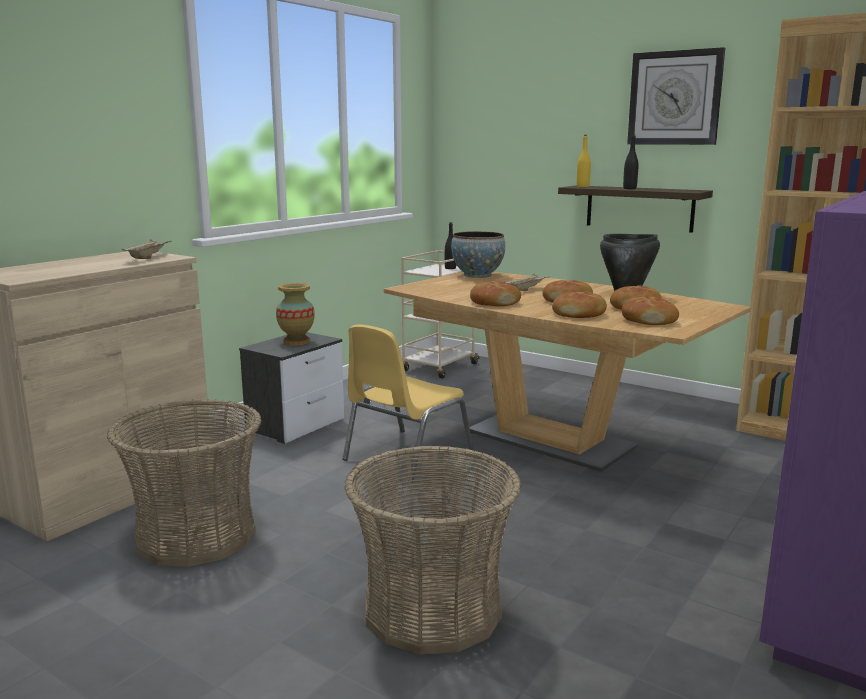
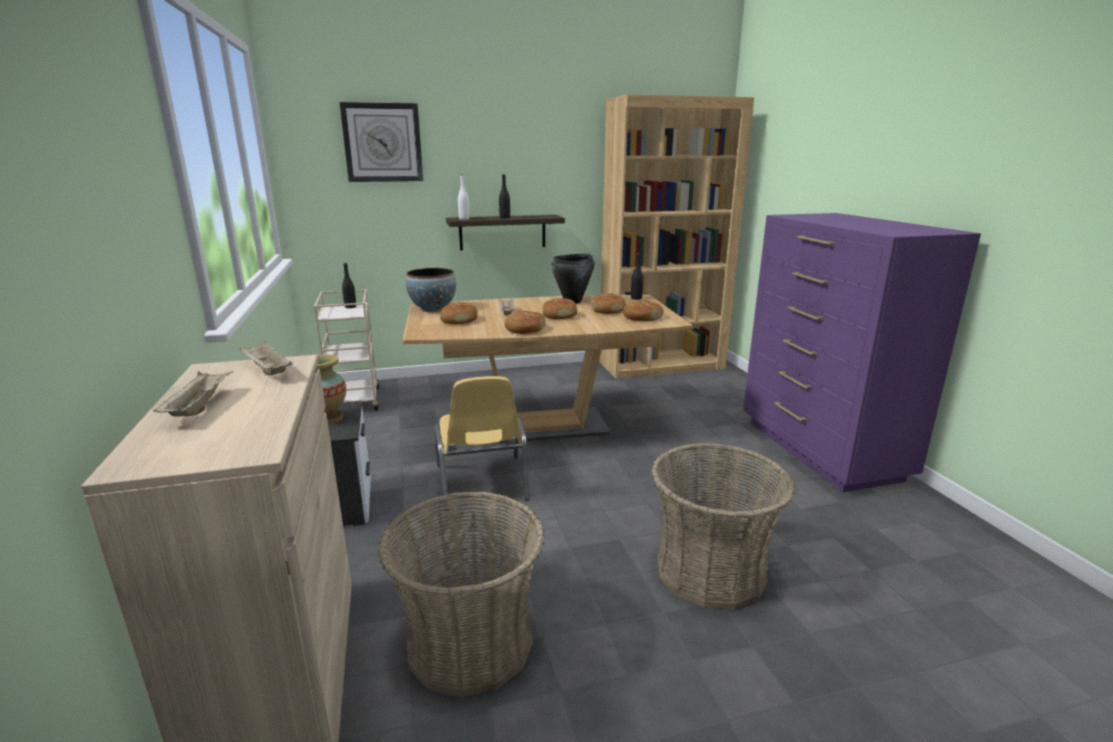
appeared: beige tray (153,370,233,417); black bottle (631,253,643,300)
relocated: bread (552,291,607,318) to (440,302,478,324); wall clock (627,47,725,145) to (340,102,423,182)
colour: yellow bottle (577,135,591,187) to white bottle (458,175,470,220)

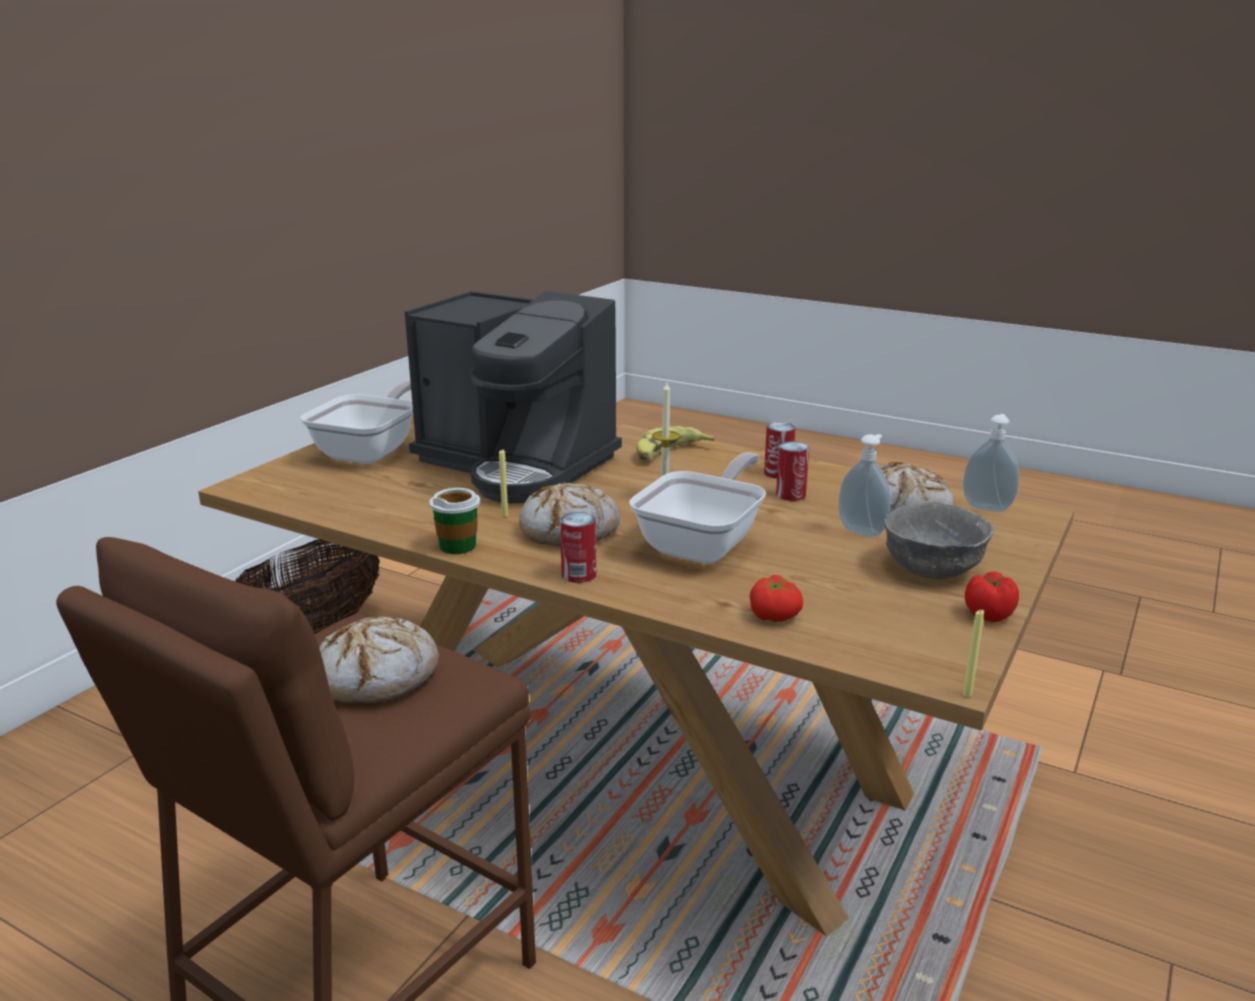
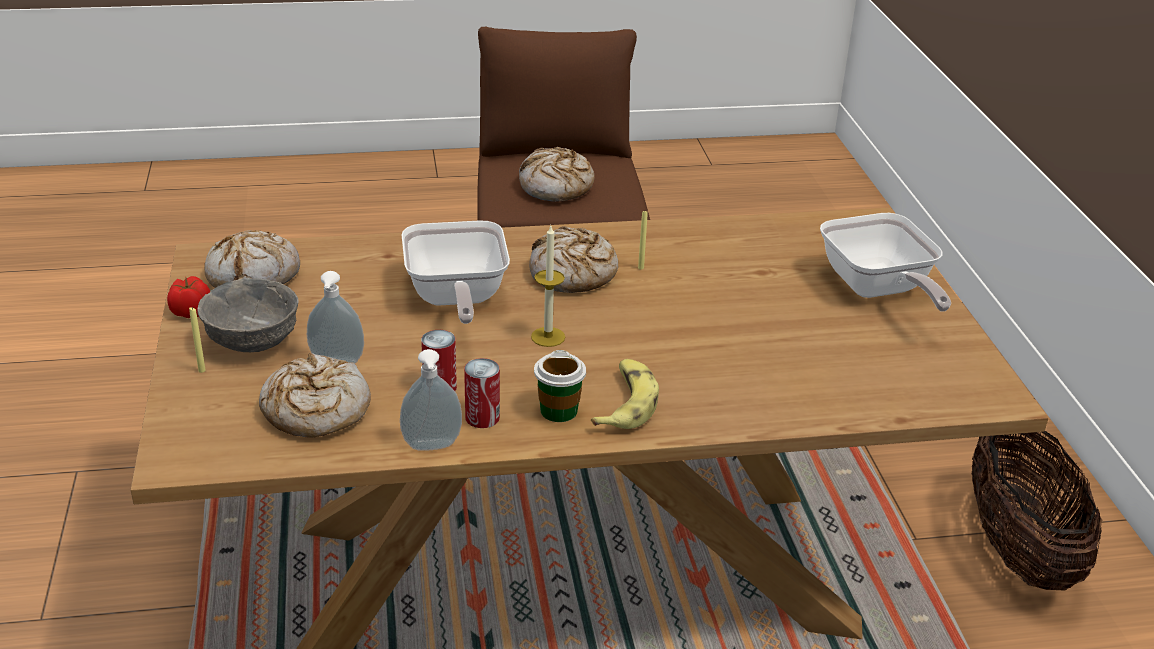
missing: coffee machine (405,291,622,503); can (560,512,596,583); tomato (750,575,803,622)
appeared: bread (204,230,300,288)
relocated: cup (429,488,480,554) to (534,350,586,422); soap dispenser (963,414,1019,512) to (400,349,462,451); yellow candle (963,609,984,697) to (189,307,206,373)

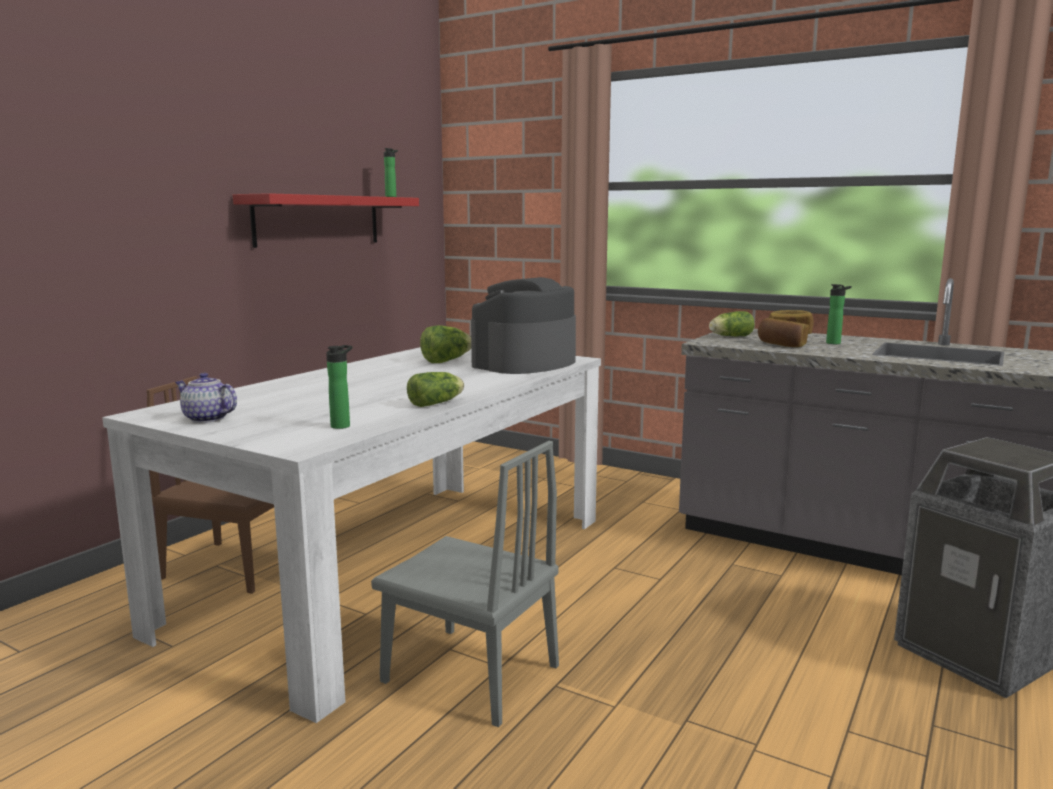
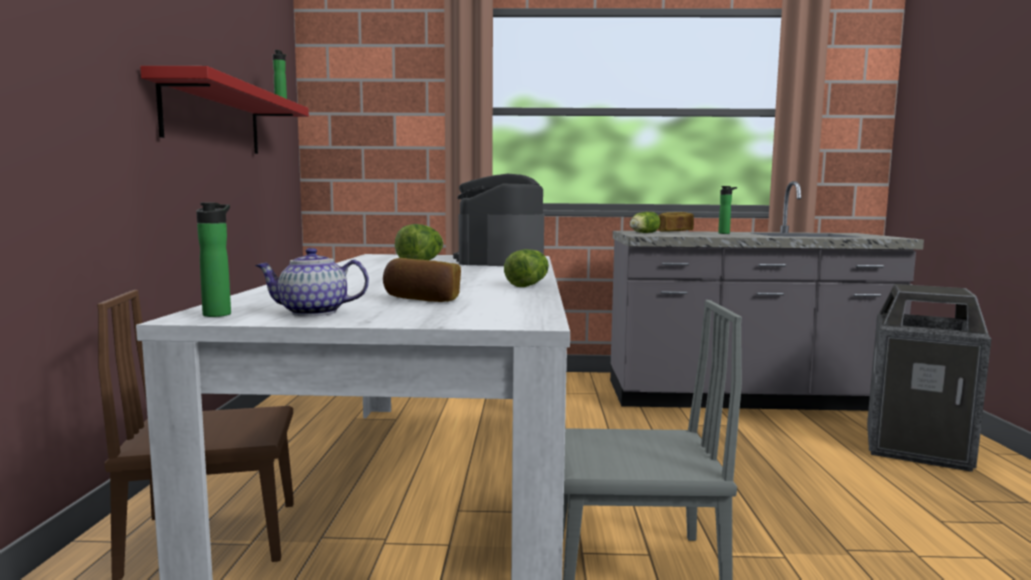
relocated: bottle (326,345,352,429) to (196,203,231,317); bread (758,318,809,347) to (383,258,461,302)

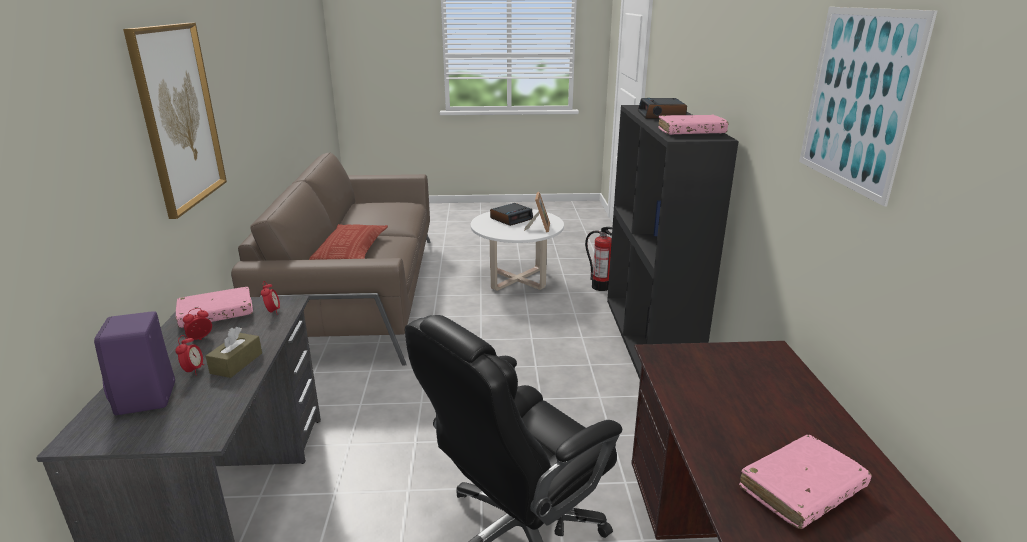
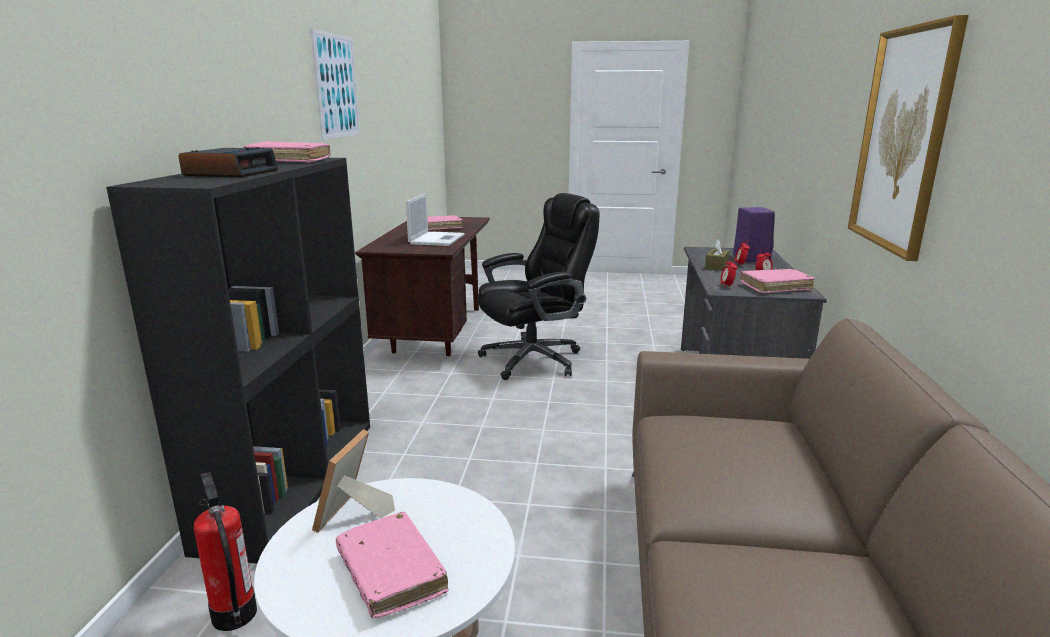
missing: pillow (309,224,388,260)
appeared: laptop (406,193,465,246)
exchanged: alarm clock (490,203,533,226) to pink book (336,512,449,618)

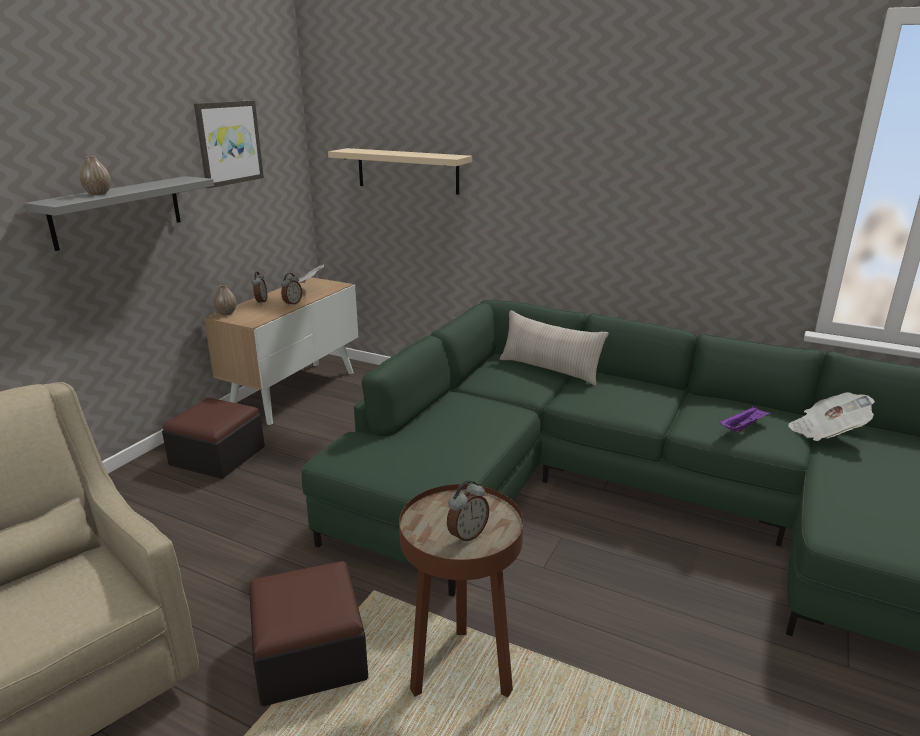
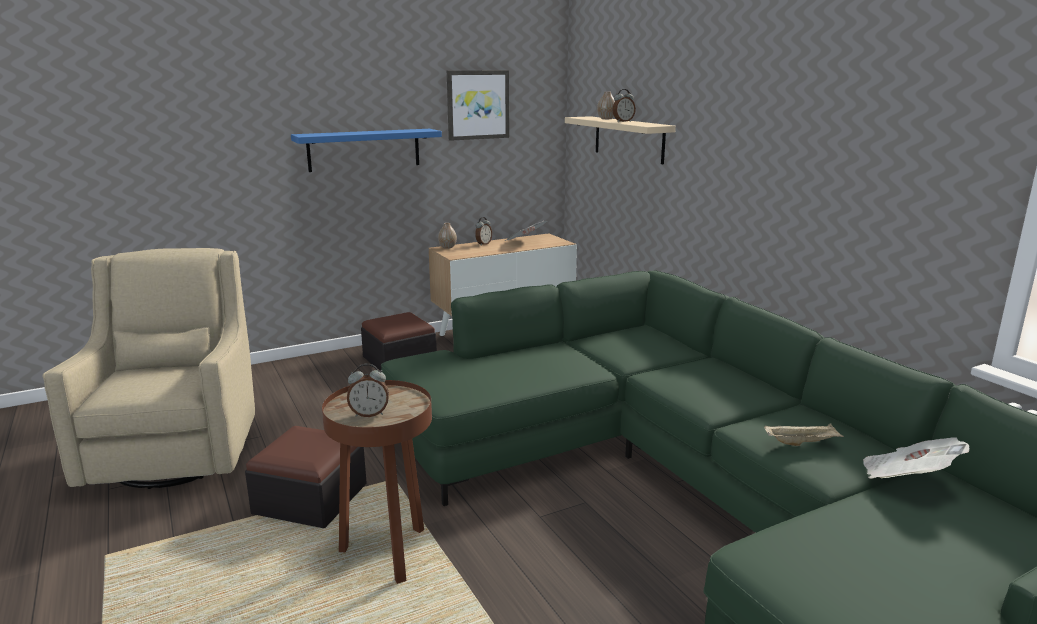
missing: beige pillow (500,310,609,385)
relocated: vase (79,156,111,195) to (597,92,615,119); alarm clock (281,273,302,306) to (613,89,636,122)
colour: grey shelf (24,176,214,251) to blue shelf (291,129,442,172); purple tray (719,405,771,432) to beige tray (764,423,844,446)

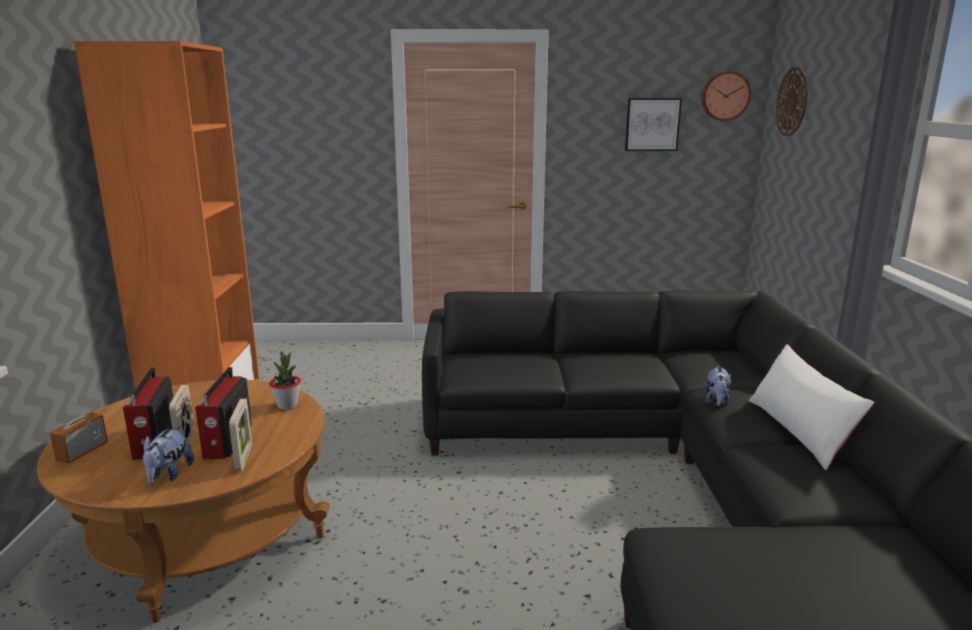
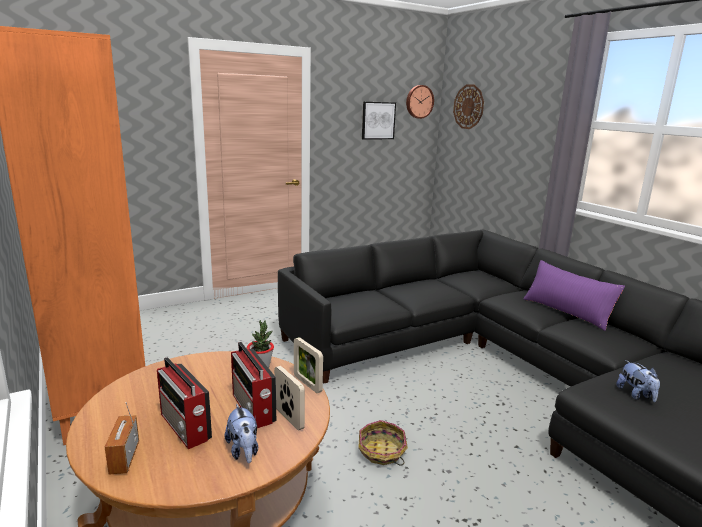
appeared: basket (358,420,408,466)
relocated: picture frame (169,385,195,446) to (294,337,323,393); plush toy (704,366,731,406) to (617,360,660,402)
colour: white pillow (749,344,875,470) to purple pillow (523,260,625,331)

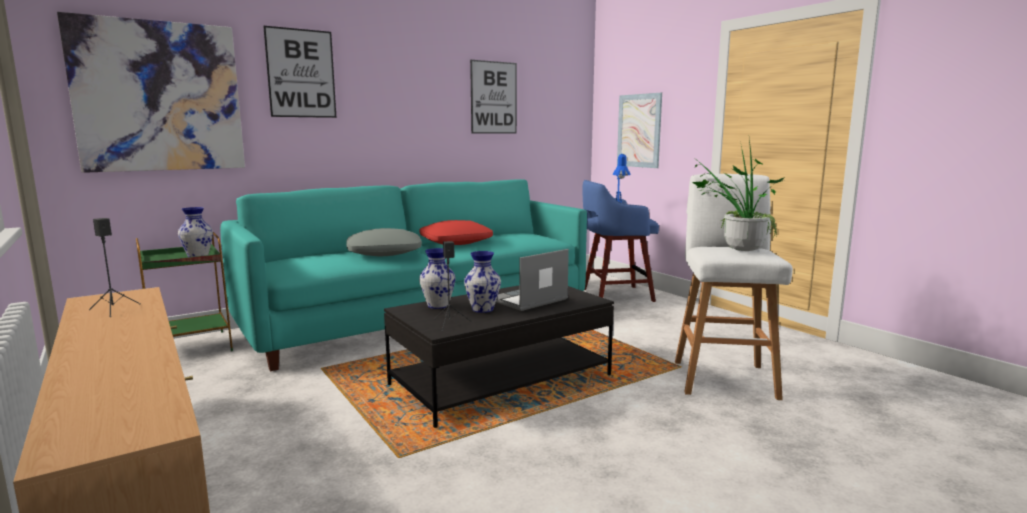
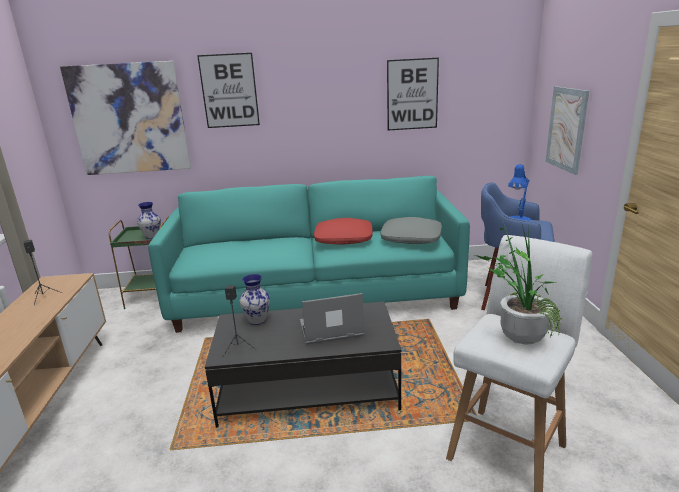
missing: vase (464,251,501,313)
relocated: grey pillow (346,228,422,256) to (380,217,442,244)

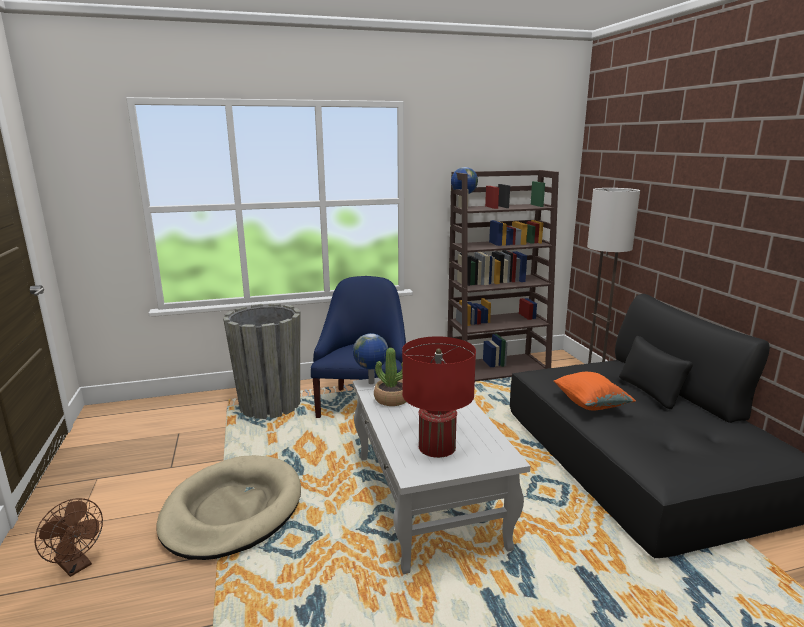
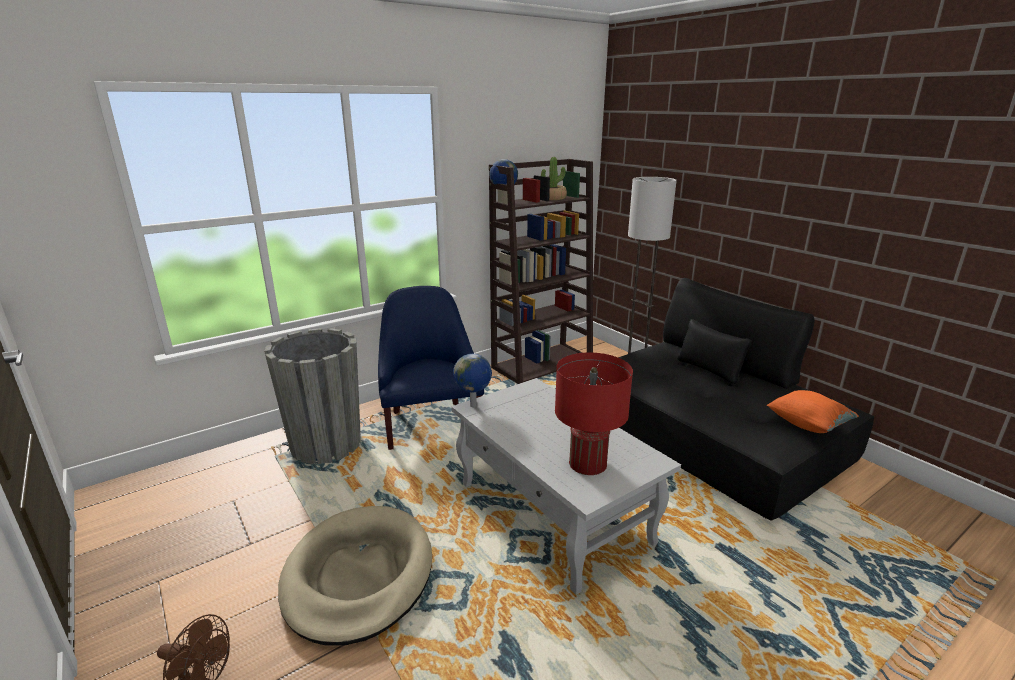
relocated: potted plant (374,348,406,406) to (541,157,567,200); orange pillow (554,372,636,410) to (767,390,859,433)

